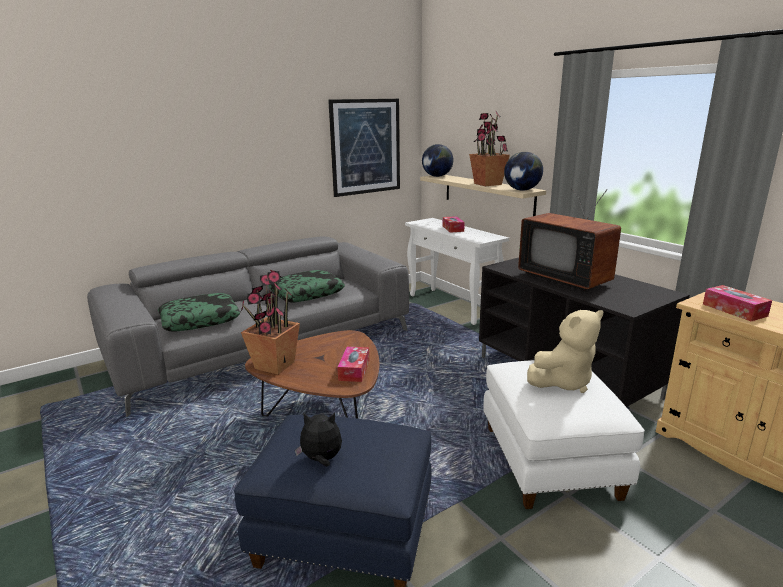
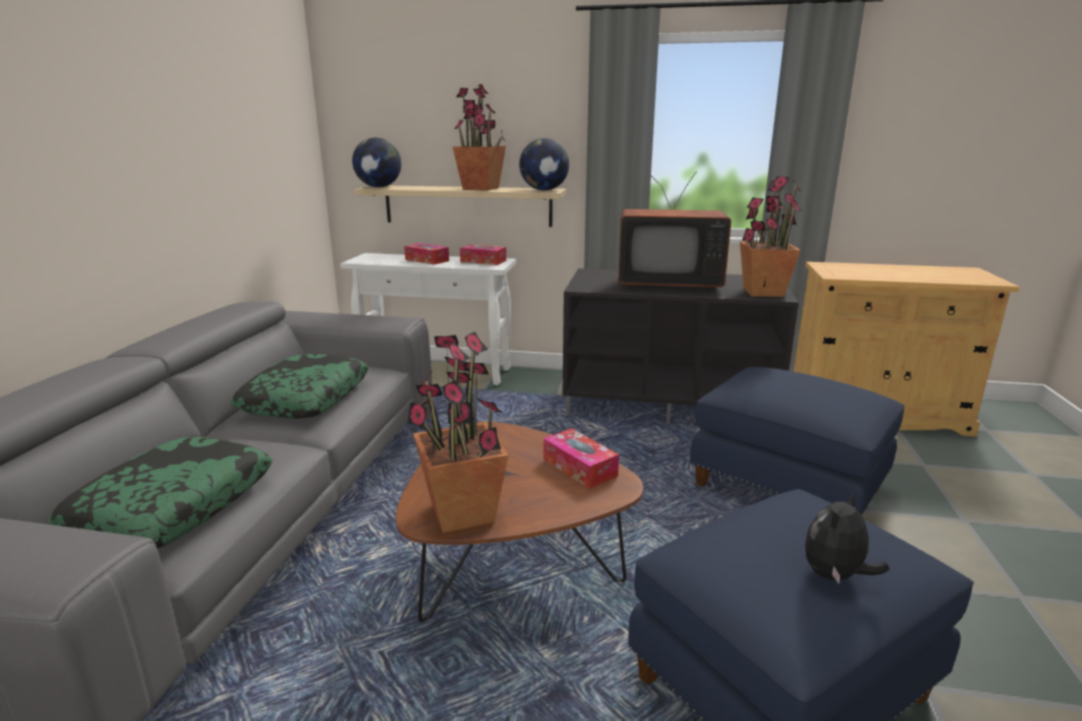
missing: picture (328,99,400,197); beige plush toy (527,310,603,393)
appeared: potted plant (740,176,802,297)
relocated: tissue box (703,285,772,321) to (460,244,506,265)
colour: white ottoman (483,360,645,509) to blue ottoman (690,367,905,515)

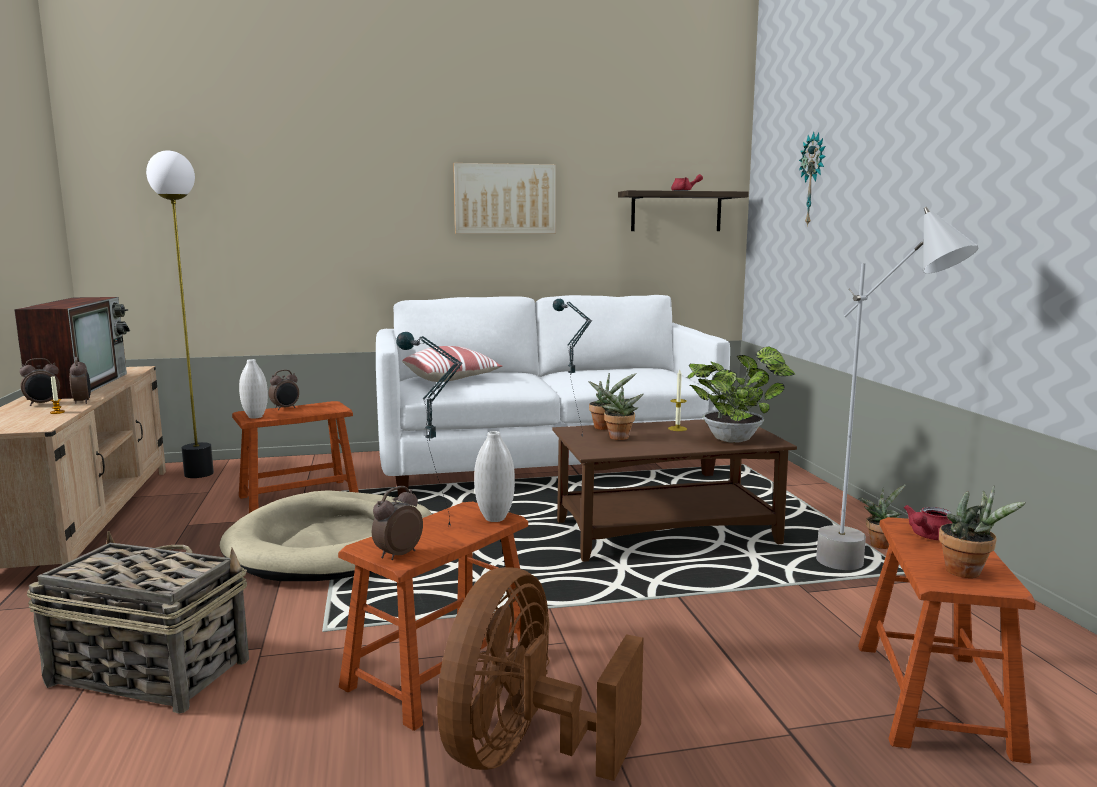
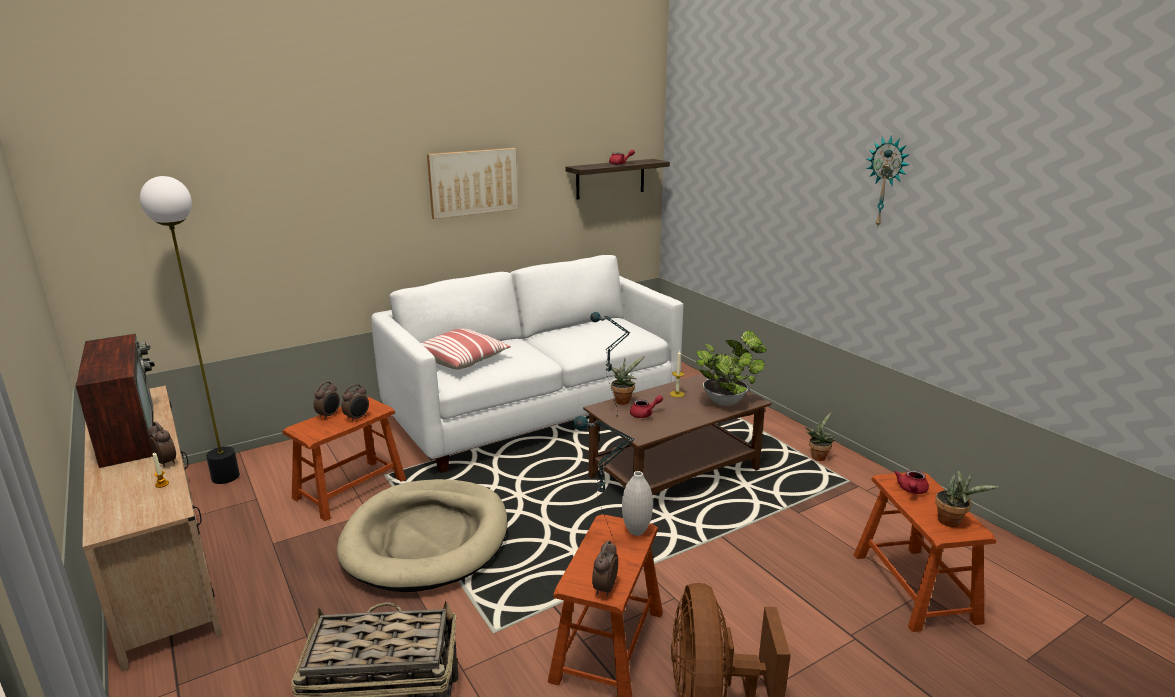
missing: white vase (239,359,268,418); grey floor lamp (816,207,979,570)
relocated: alarm clock (20,358,60,406) to (341,384,369,422); wall clock (799,132,826,227) to (866,135,910,228)
exchanged: potted plant (599,384,644,440) to red teapot (630,395,663,418)

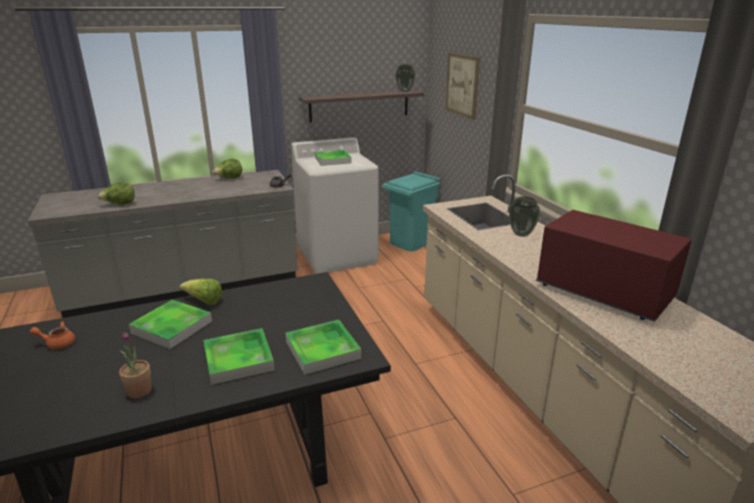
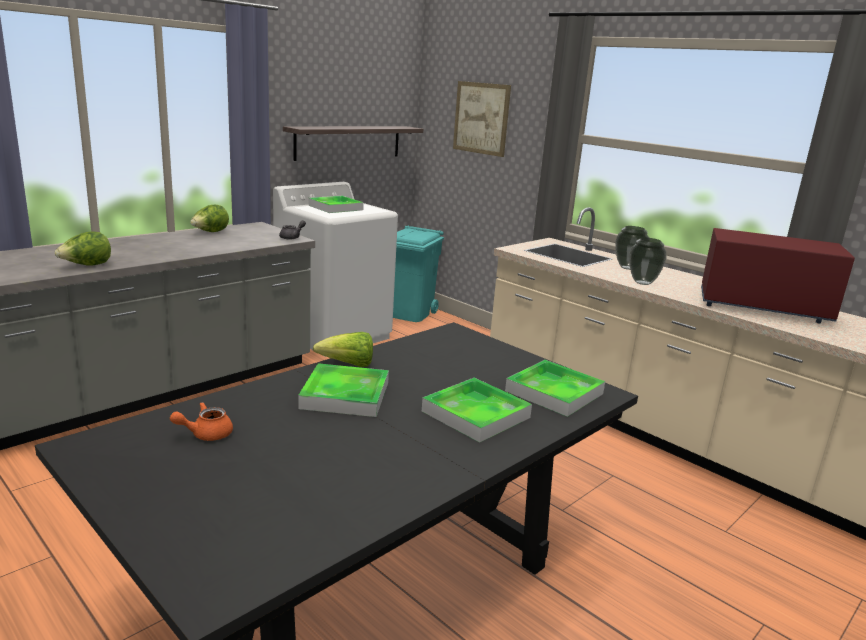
missing: potted plant (119,332,152,398)
relocated: vase (395,64,415,92) to (629,238,667,285)

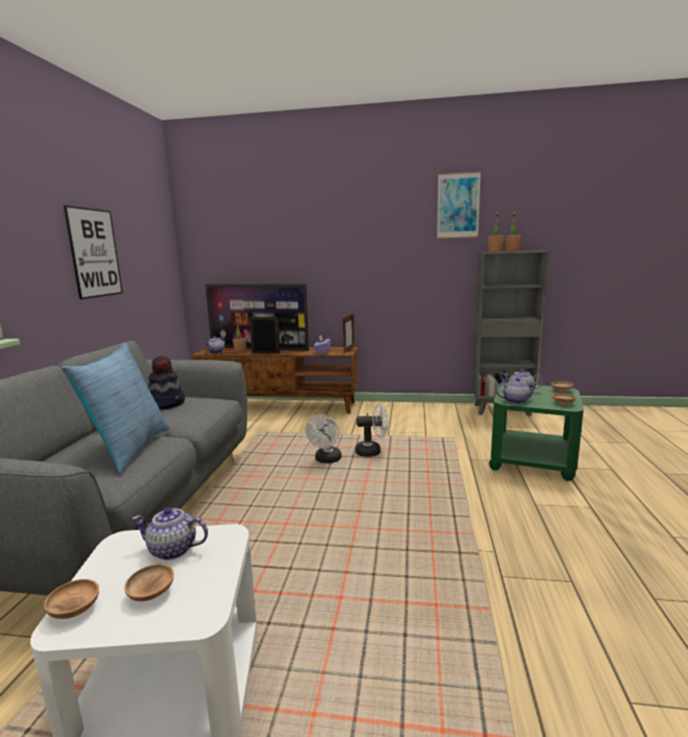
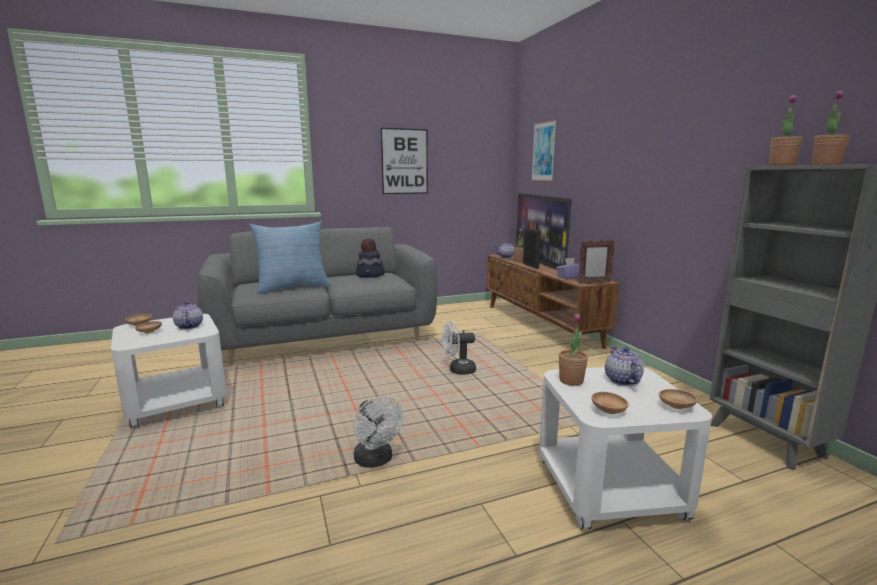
relocated: white fan (355,404,388,457) to (353,396,403,468); picture (437,171,481,239) to (531,120,556,181)
exchanged: teapot (496,378,538,404) to potted plant (559,313,588,386)
colour: green side table (489,383,584,481) to white side table (539,367,712,530)

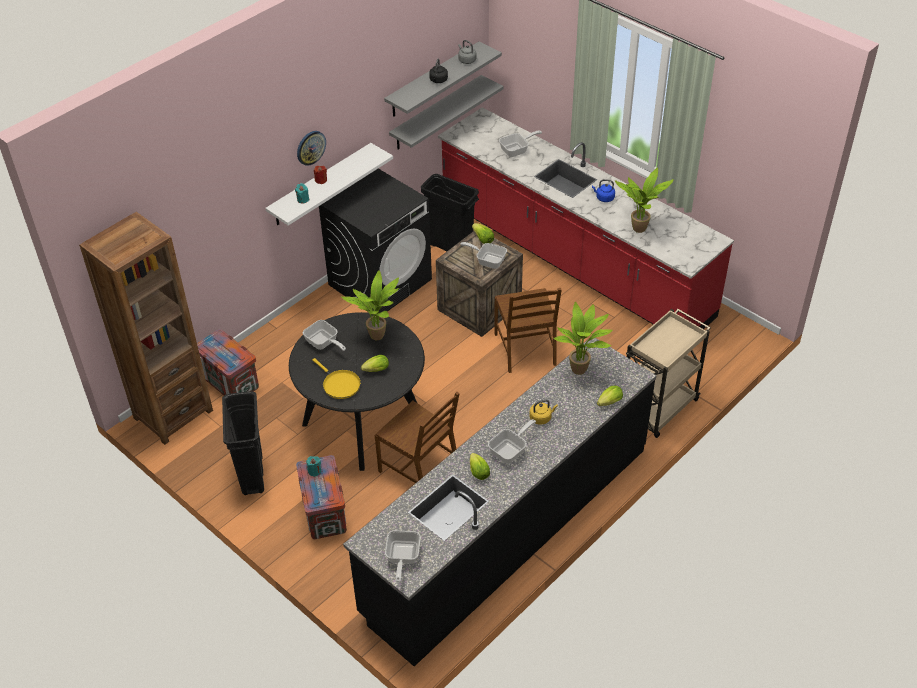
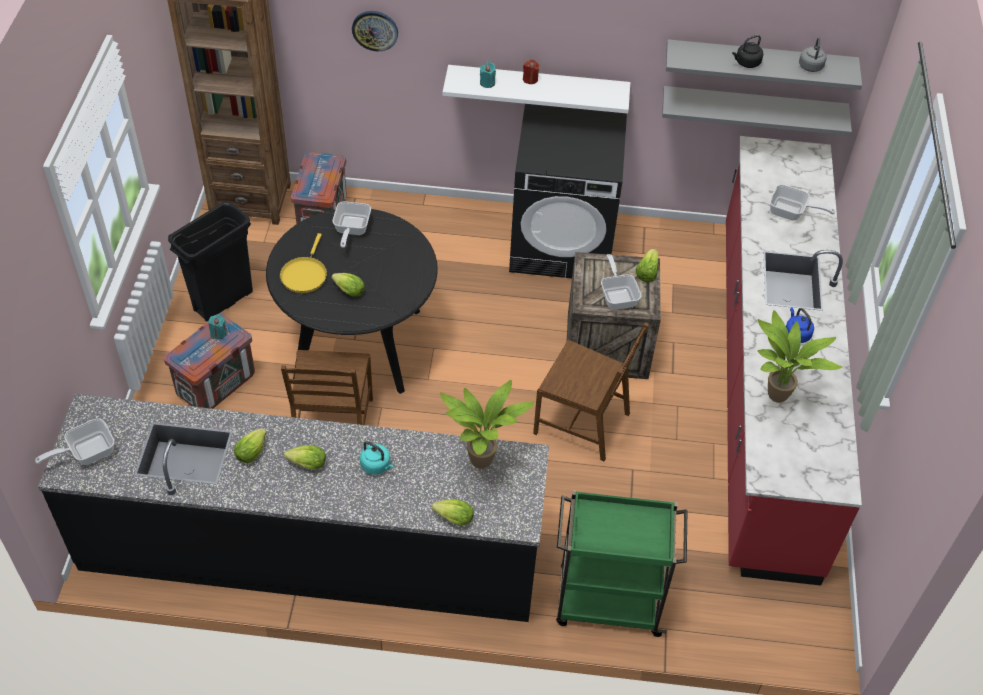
missing: potted plant (341,270,399,340); black trash can (421,174,479,252)
relocated: wall clock (297,131,326,166) to (352,11,398,51)
exchanged: frying pan (488,419,536,464) to lettuce (284,445,326,469)
colour: yellow kettle (529,400,558,425) to turquoise kettle (360,441,394,475); beige cart (626,309,711,438) to green cart (556,490,687,637)
spun: brown chair (495,288,561,373) = (533,322,649,461) 105 degrees counterclockwise

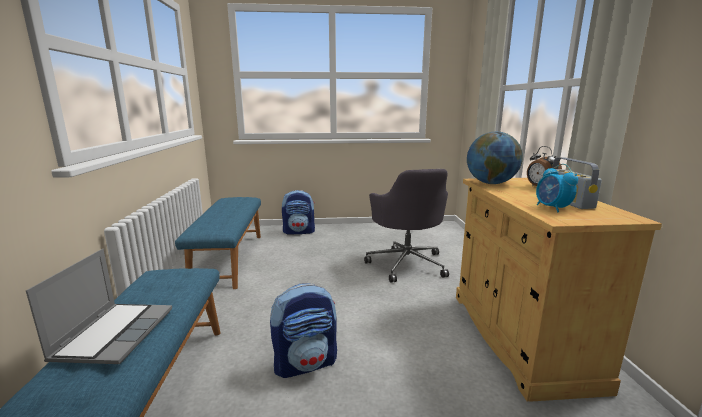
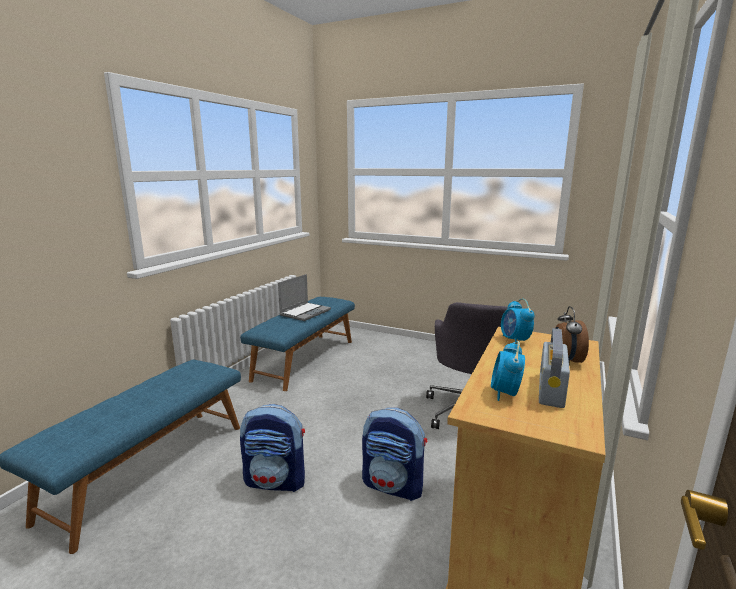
relocated: laptop (26,249,172,364) to (278,274,331,321); backpack (282,190,315,234) to (362,408,427,501)
exchanged: globe (467,132,523,184) to alarm clock (501,298,534,343)

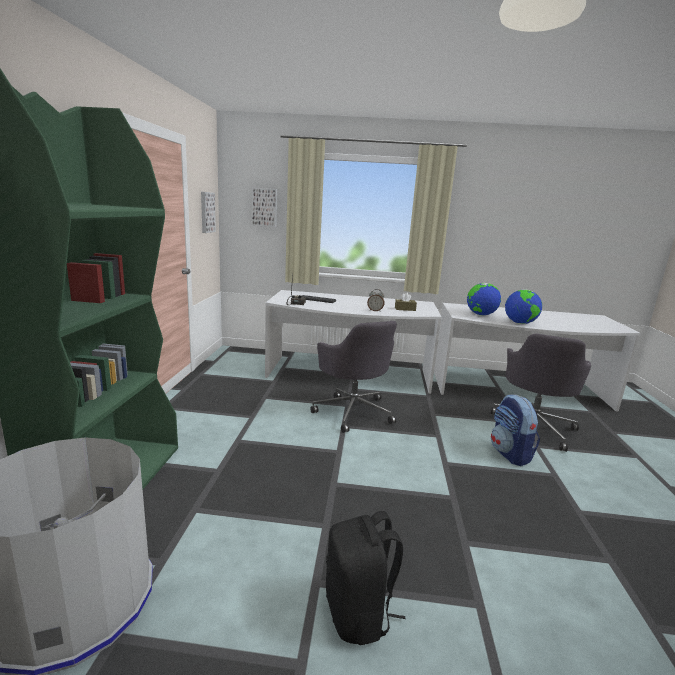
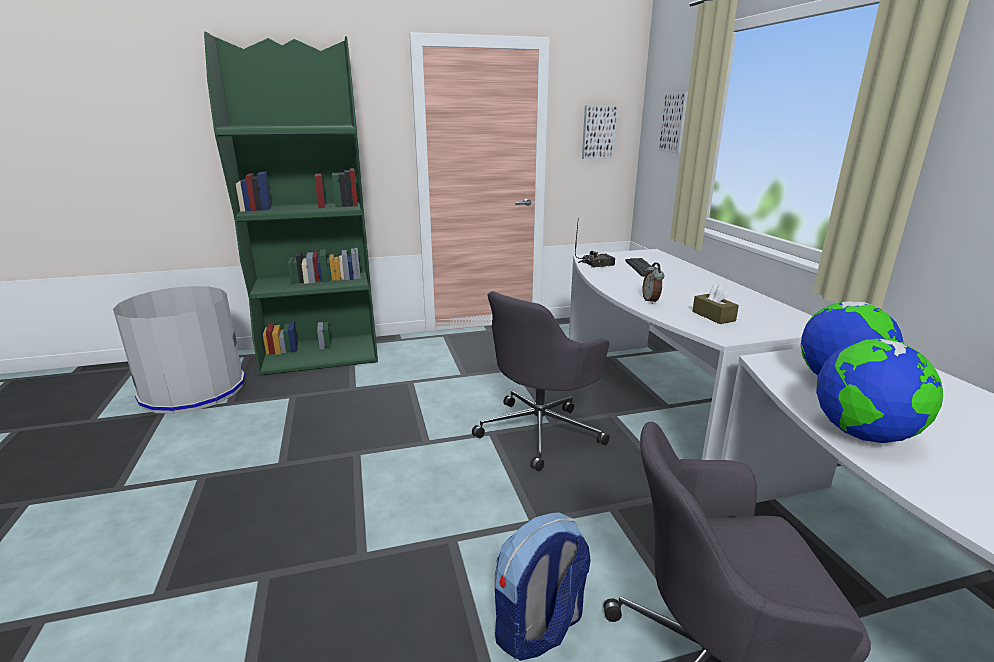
missing: black backpack (326,511,405,645)

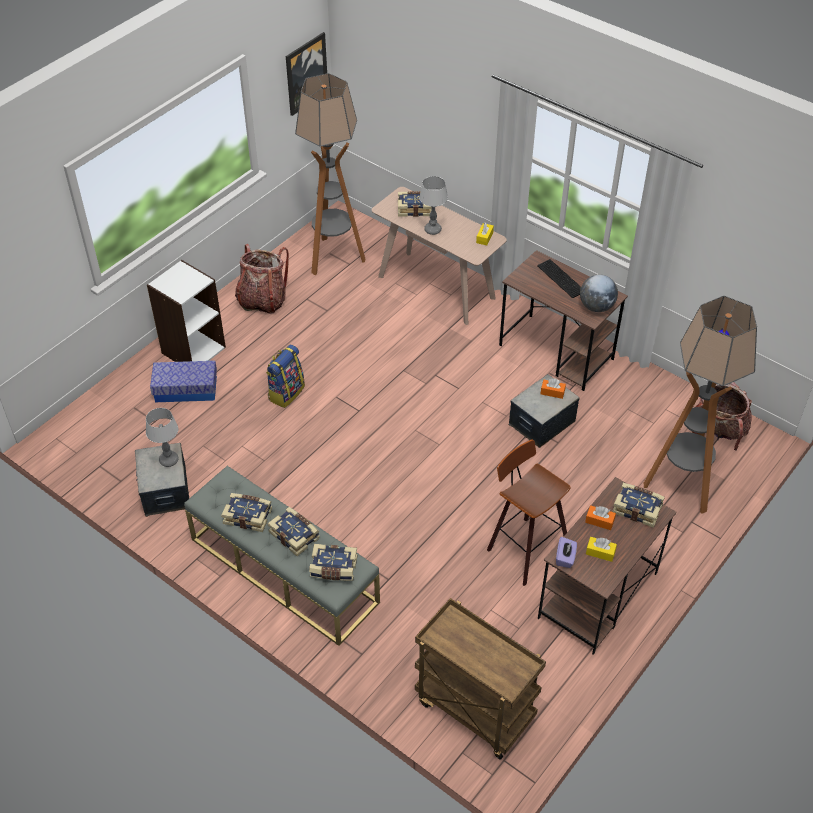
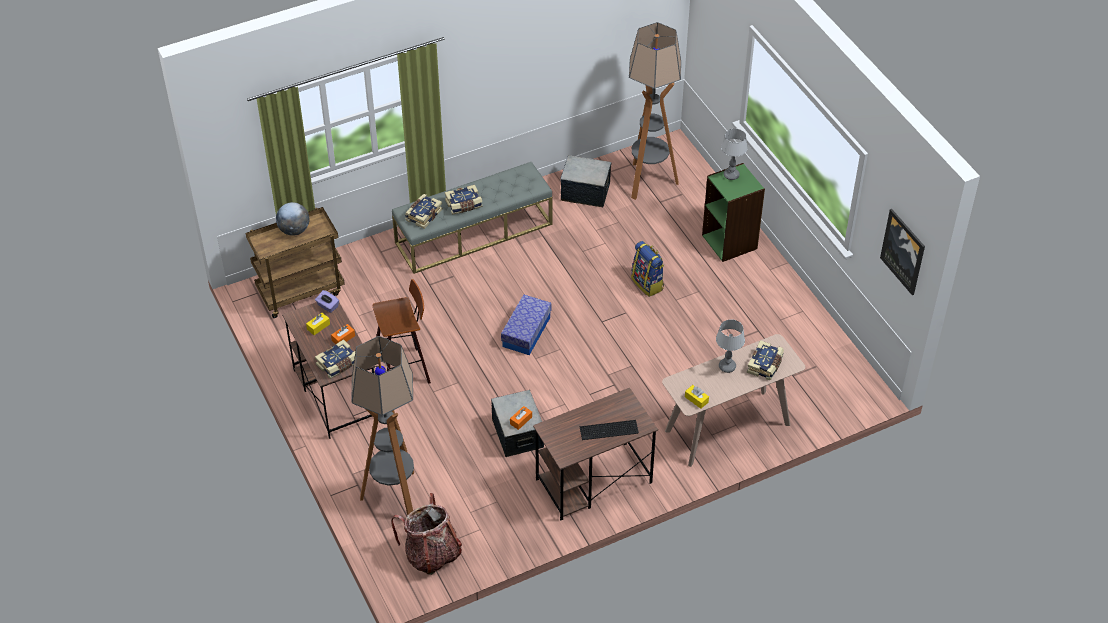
missing: book (221,493,272,532); backpack (235,244,289,314)
relocated: table lamp (146,408,179,467) to (721,129,748,180); storage box (150,361,217,402) to (501,295,551,355); floor lamp (295,73,365,275) to (629,22,681,200); globe (580,274,618,312) to (276,202,309,236)
colour: white bookcase (147,260,226,362) to green bookcase (702,163,765,262)

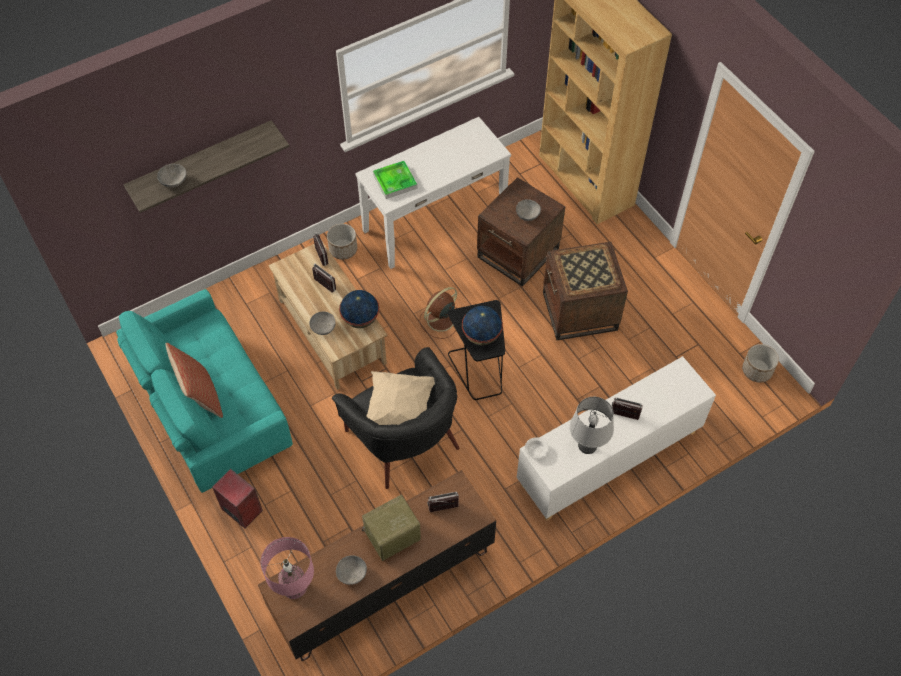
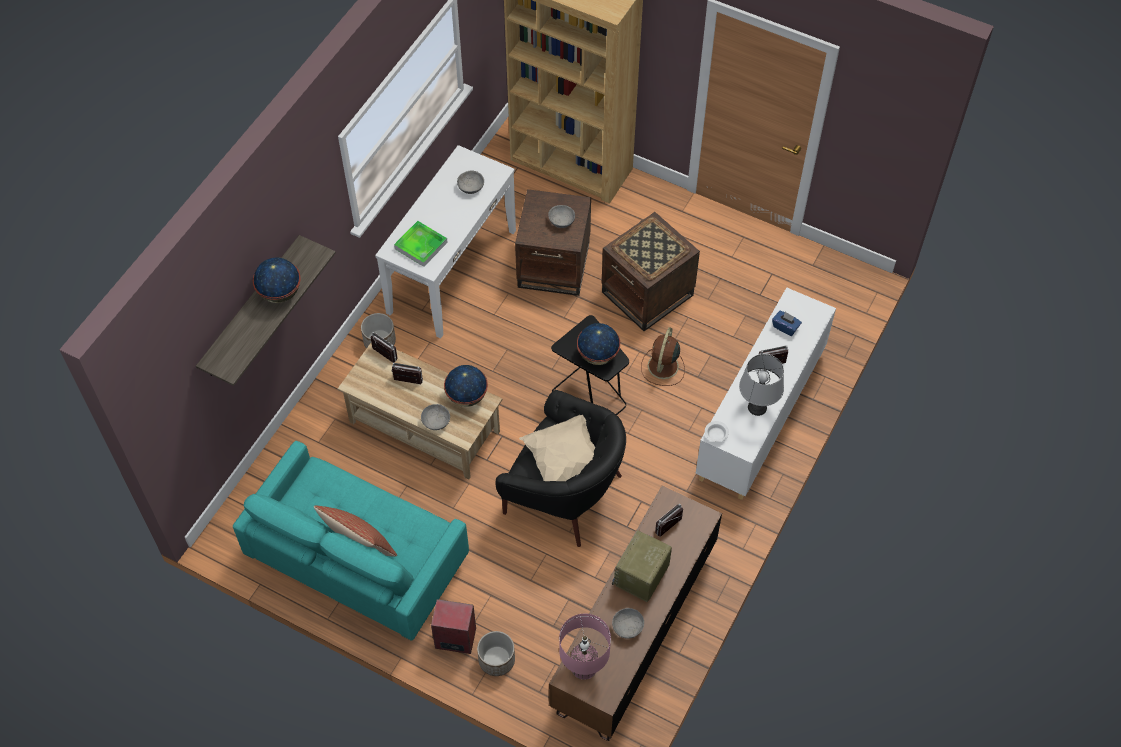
appeared: globe (253,258,301,303); blue tissue box (772,311,802,336)
relocated: grey bowl (157,164,187,188) to (457,171,484,194); brown fan (420,287,457,339) to (641,327,685,386); planter (742,344,779,383) to (477,631,515,676)

